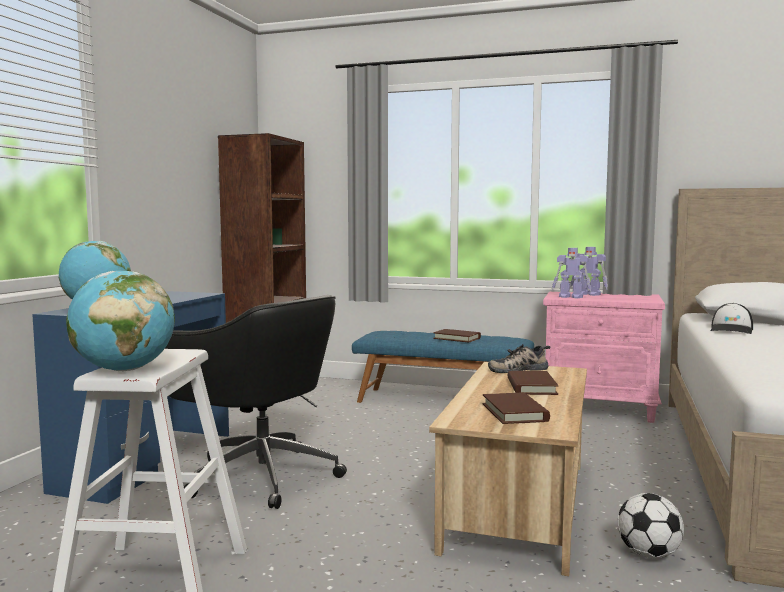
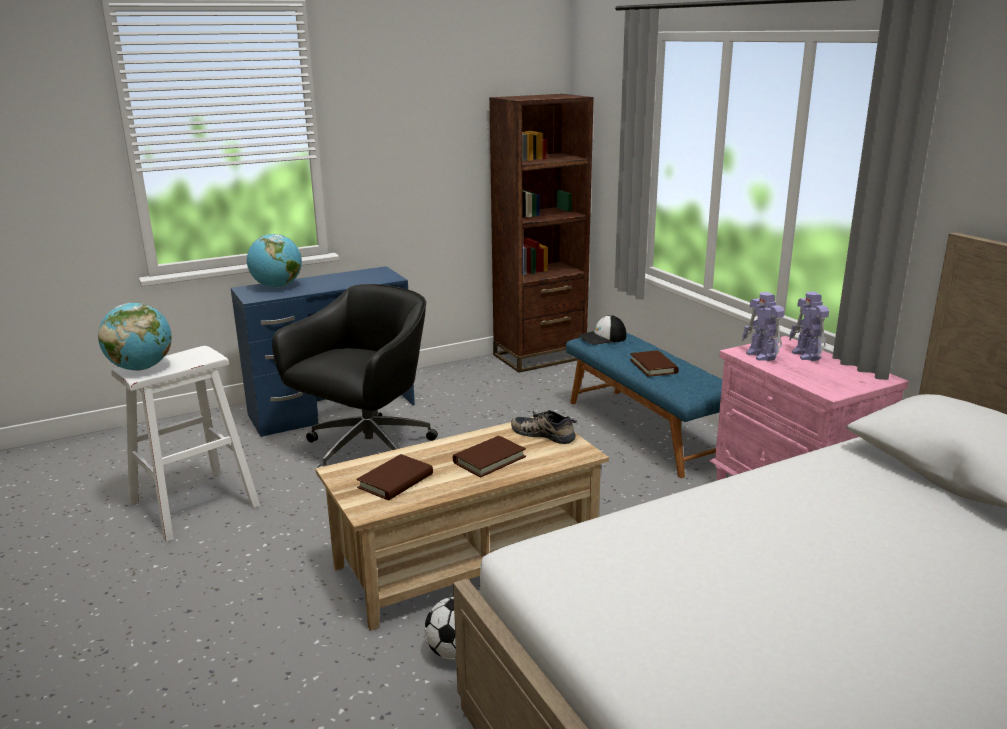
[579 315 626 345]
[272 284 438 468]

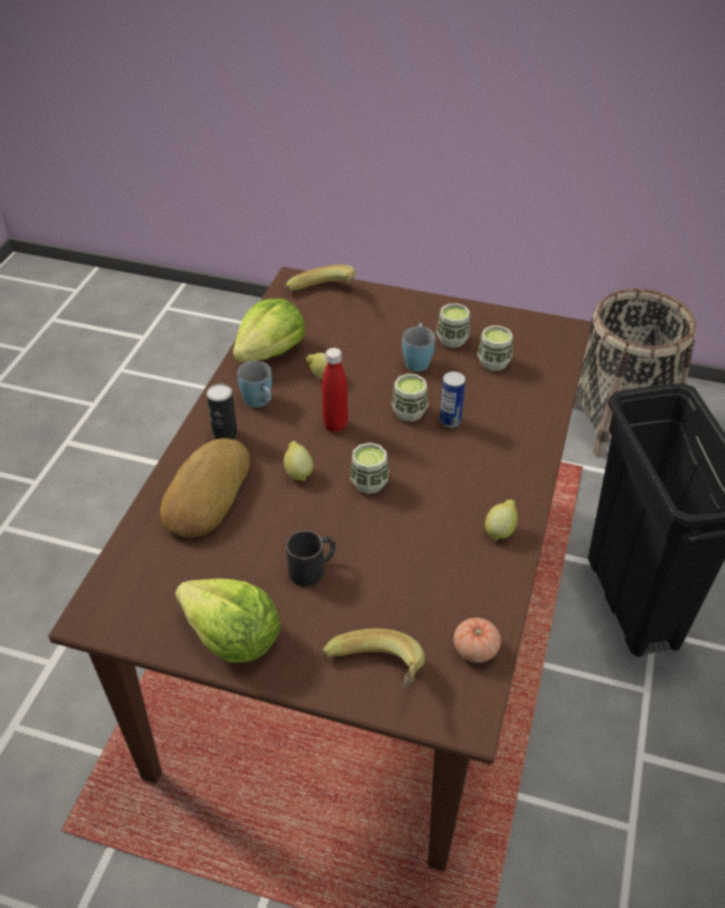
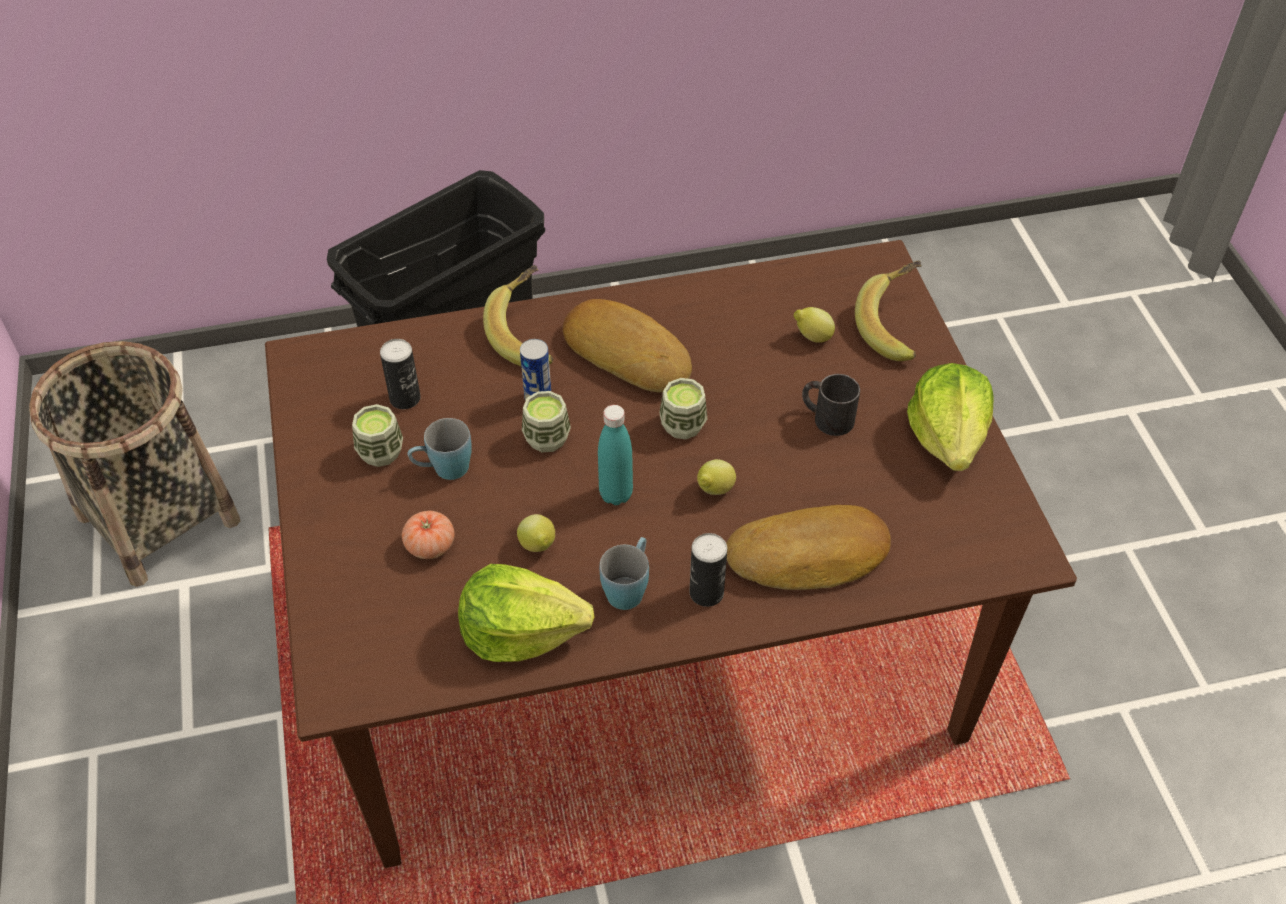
[563 299 692 393]
[483 265 553 366]
[402 511 455 559]
[794 307 835 343]
[380 339 421 409]
[598 405 633 505]

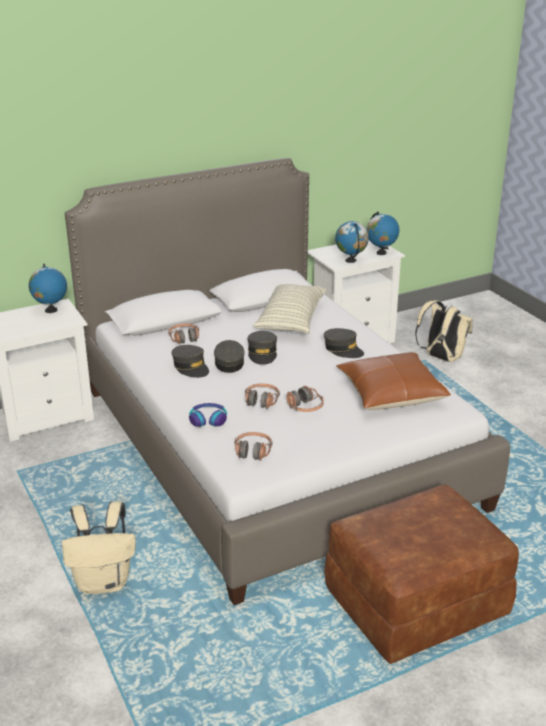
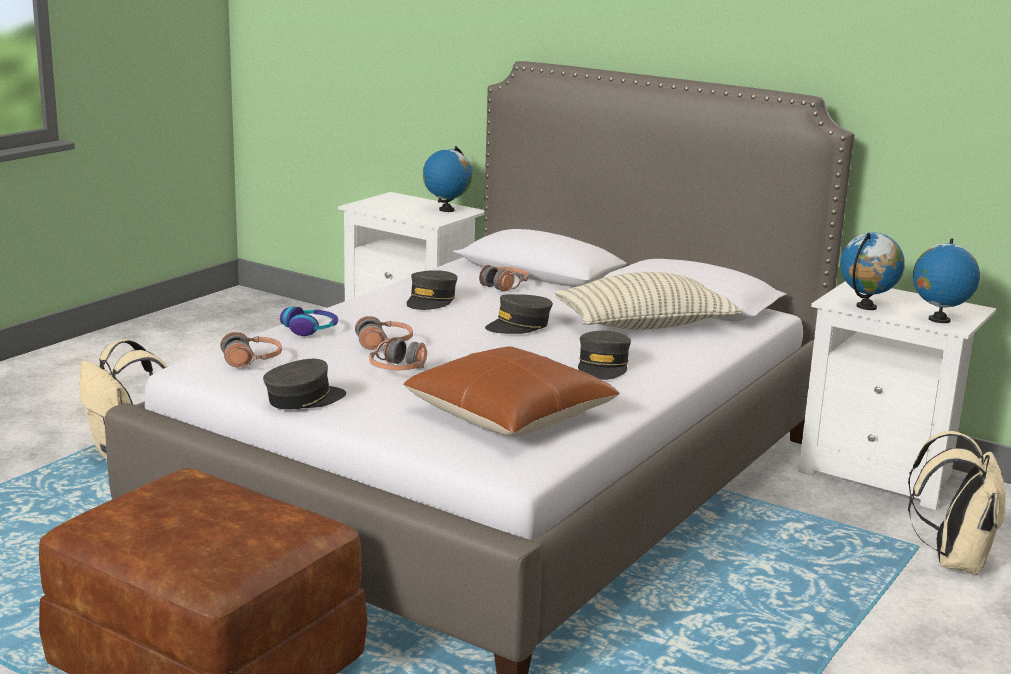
[263 359 346 409]

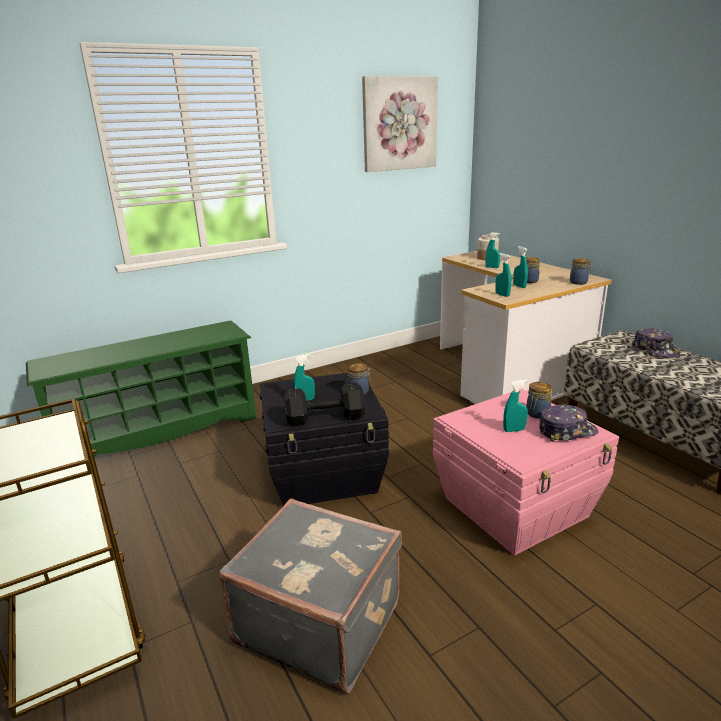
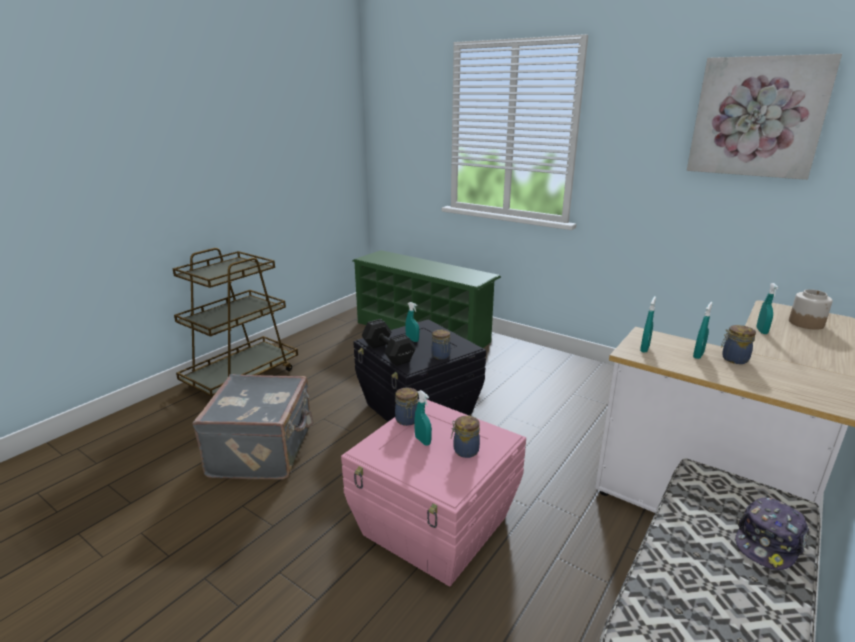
[539 405 599 442] (first image)
[395 388 418 426]

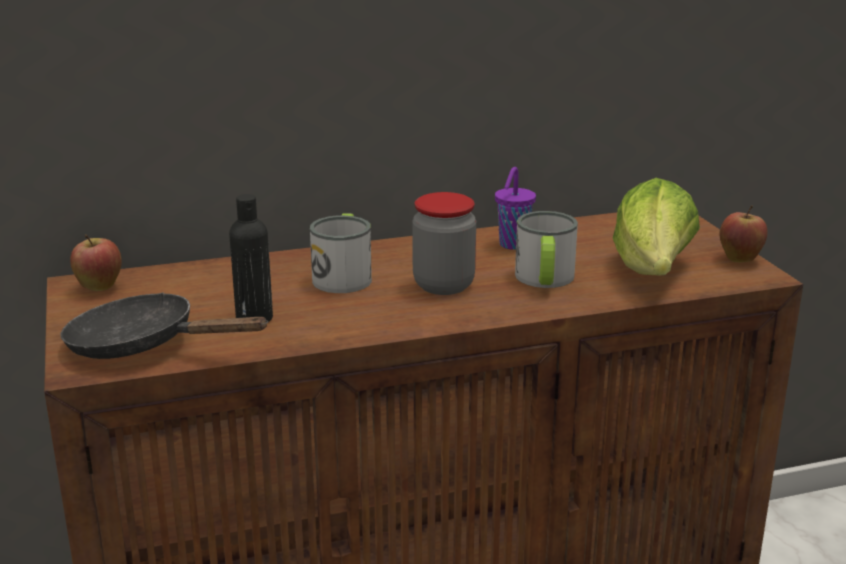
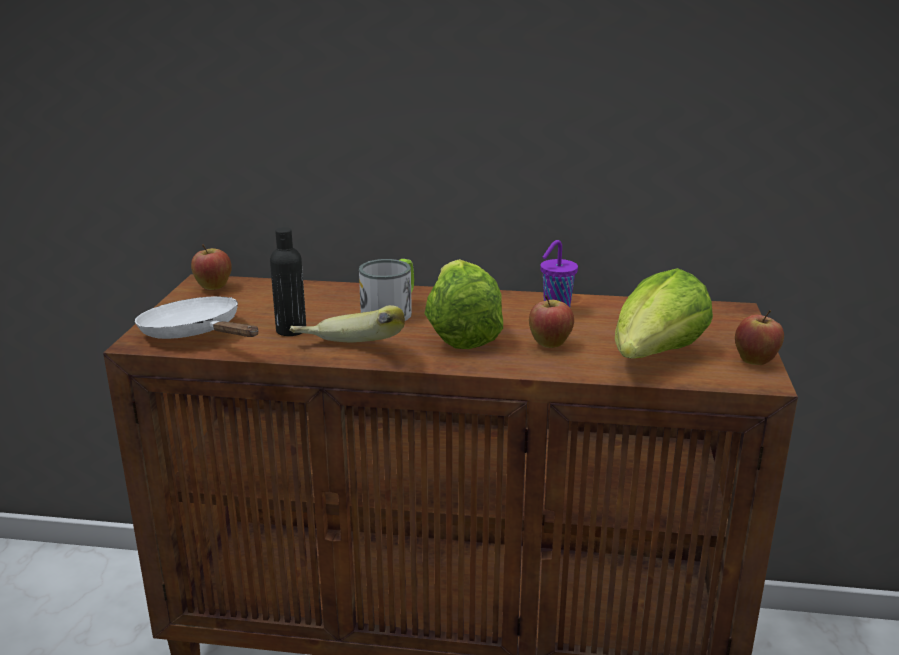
[289 305 405 343]
[424 259 503 349]
[529 295 574 348]
[135 296 258 339]

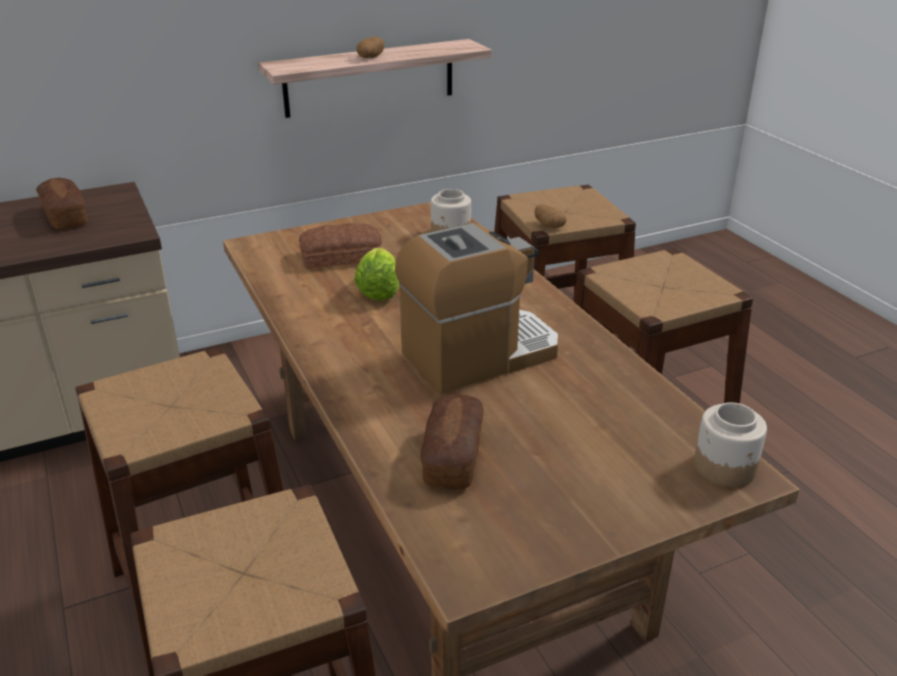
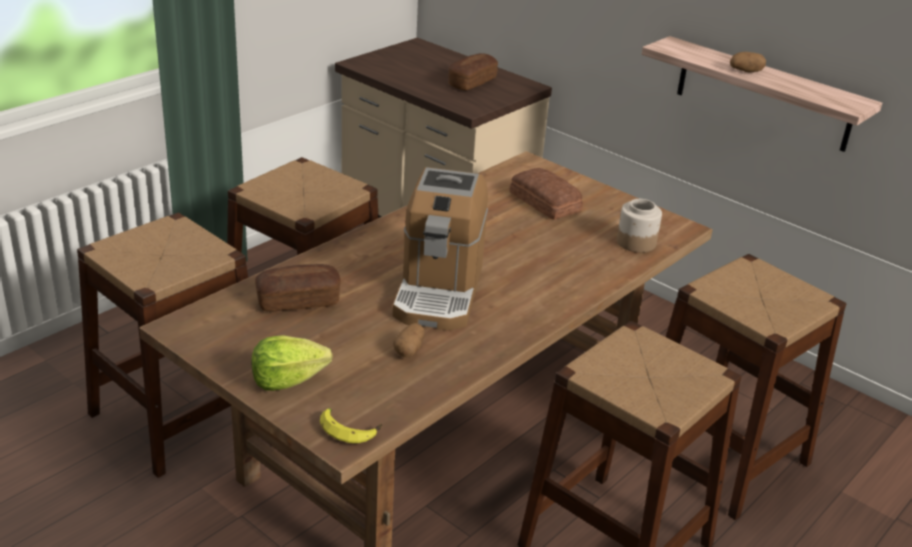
[252 335 333 391]
[393 323 424 358]
[320 408 382 444]
[392 167 488 331]

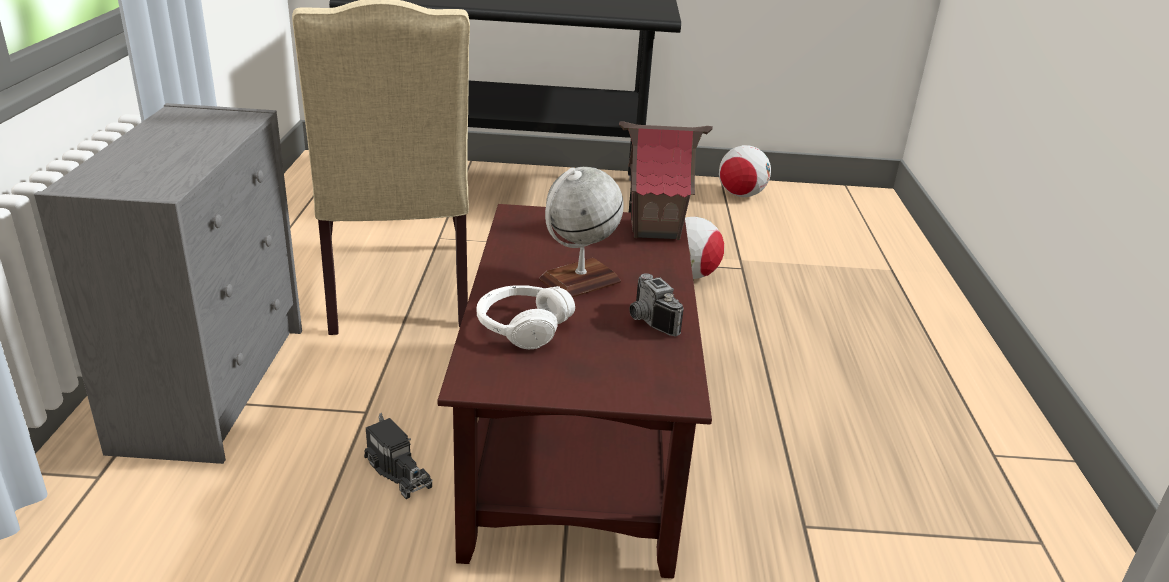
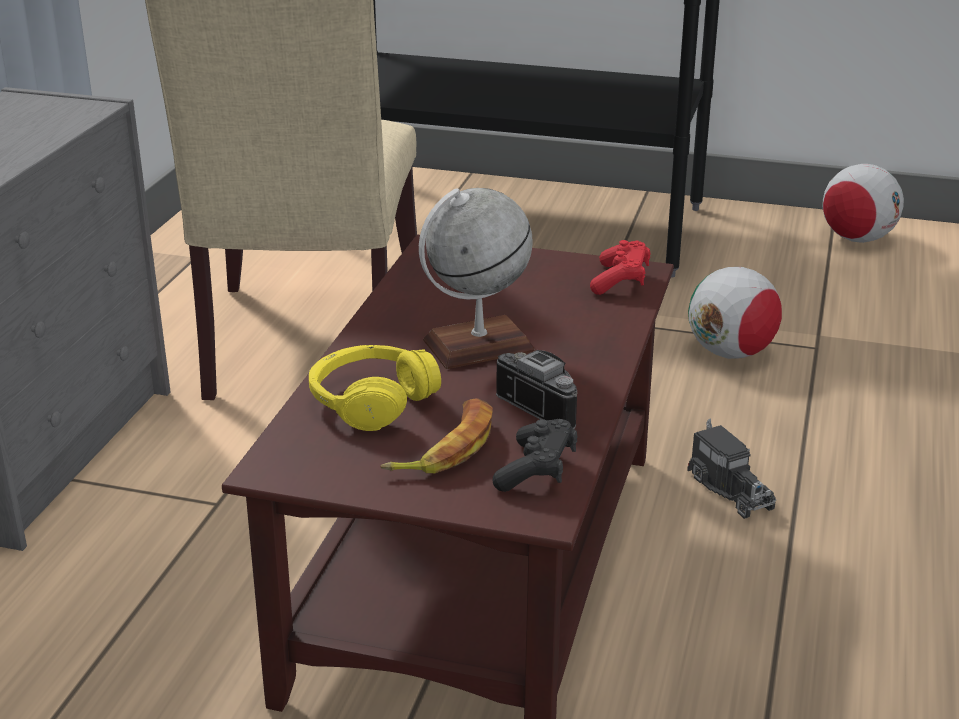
[380 398 493 473]
[493 419 578 492]
[687 418 777 519]
[590 240 651 295]
[309 345 441 431]
[496 350 577 429]

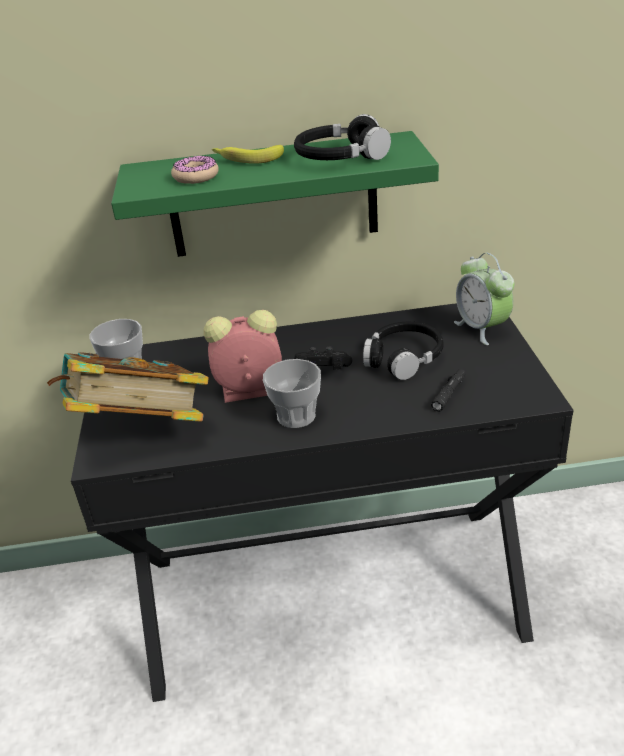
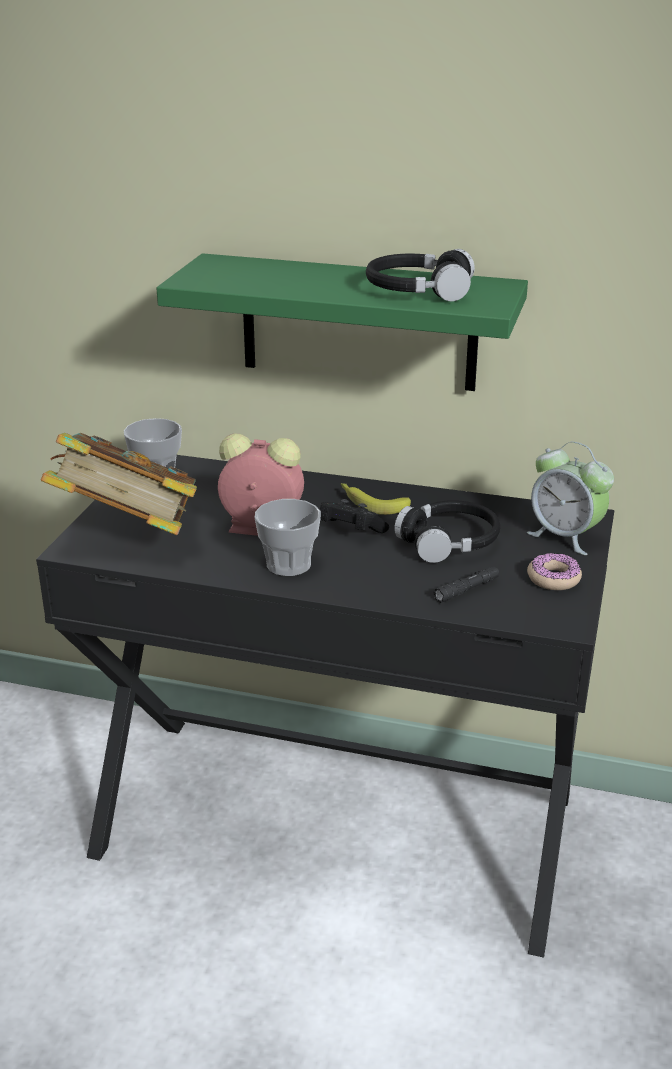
[527 553 582 590]
[341 483 411 515]
[527 441 614 555]

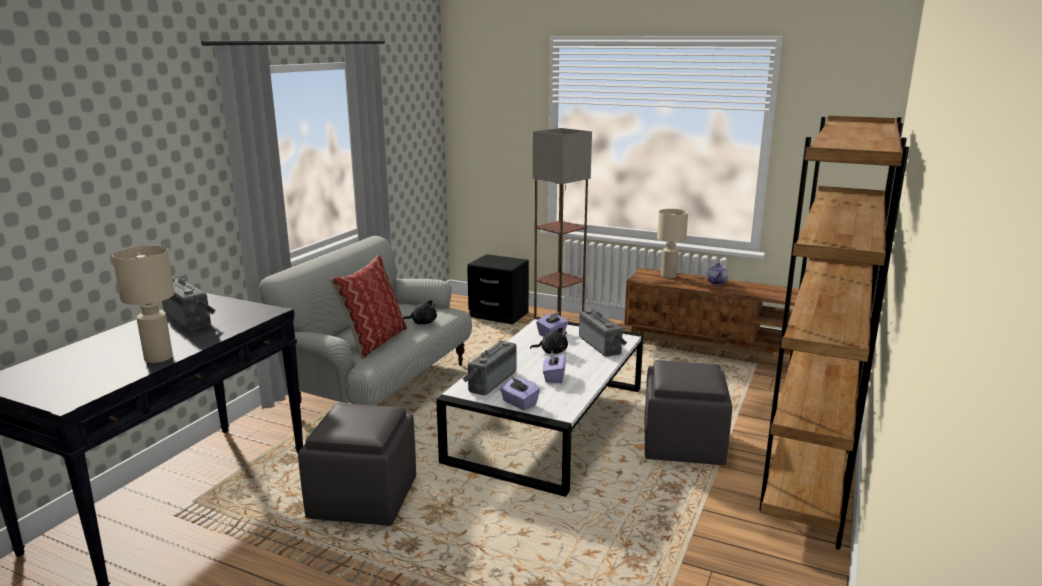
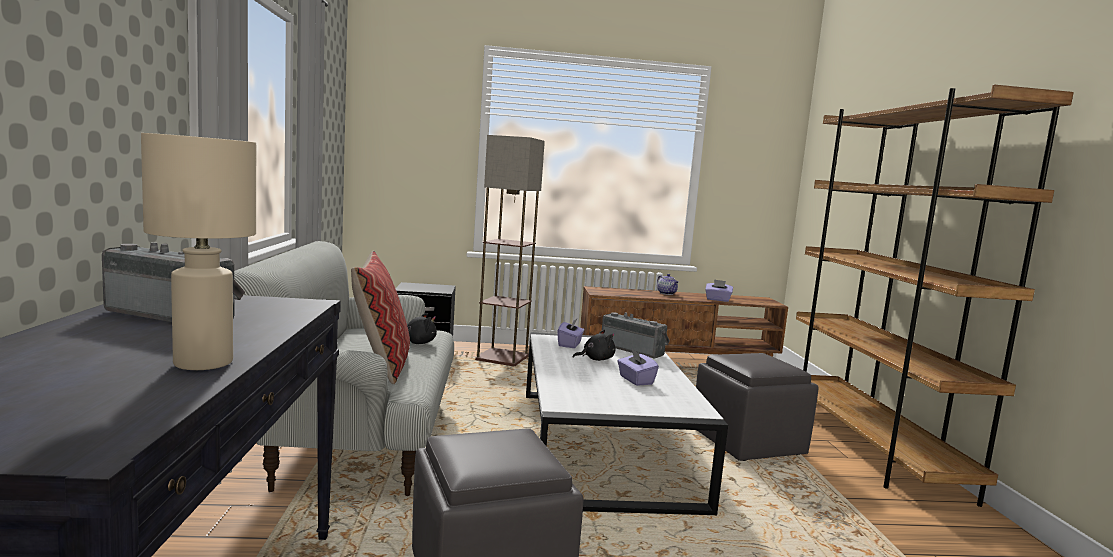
[462 341 516 395] (first image)
[657 209 688 279] (first image)
[705 279 733 302]

